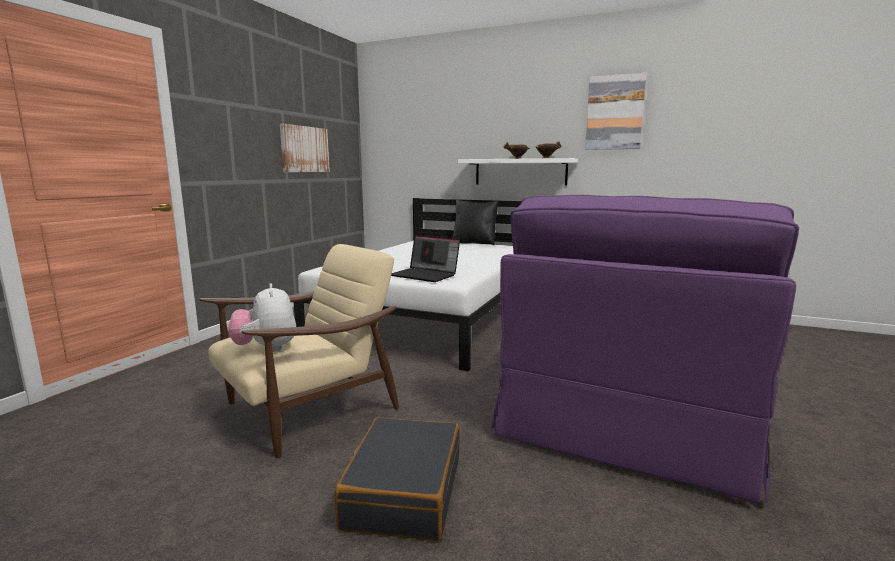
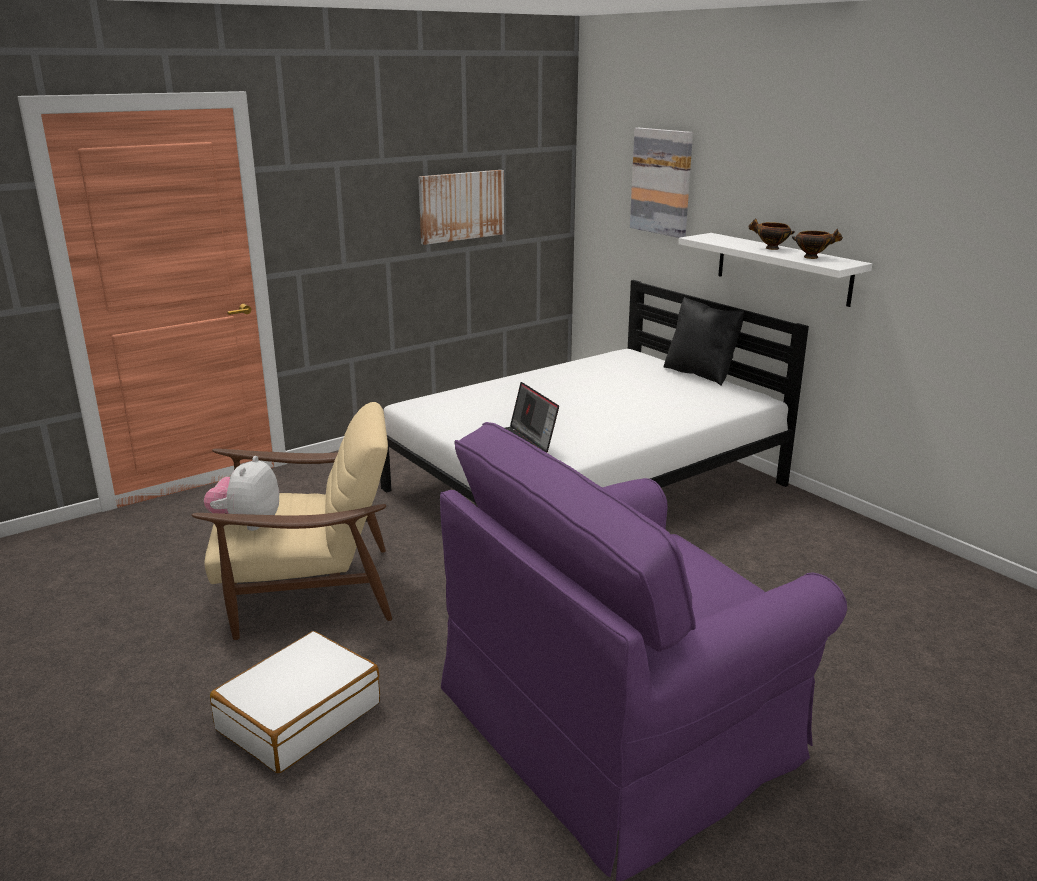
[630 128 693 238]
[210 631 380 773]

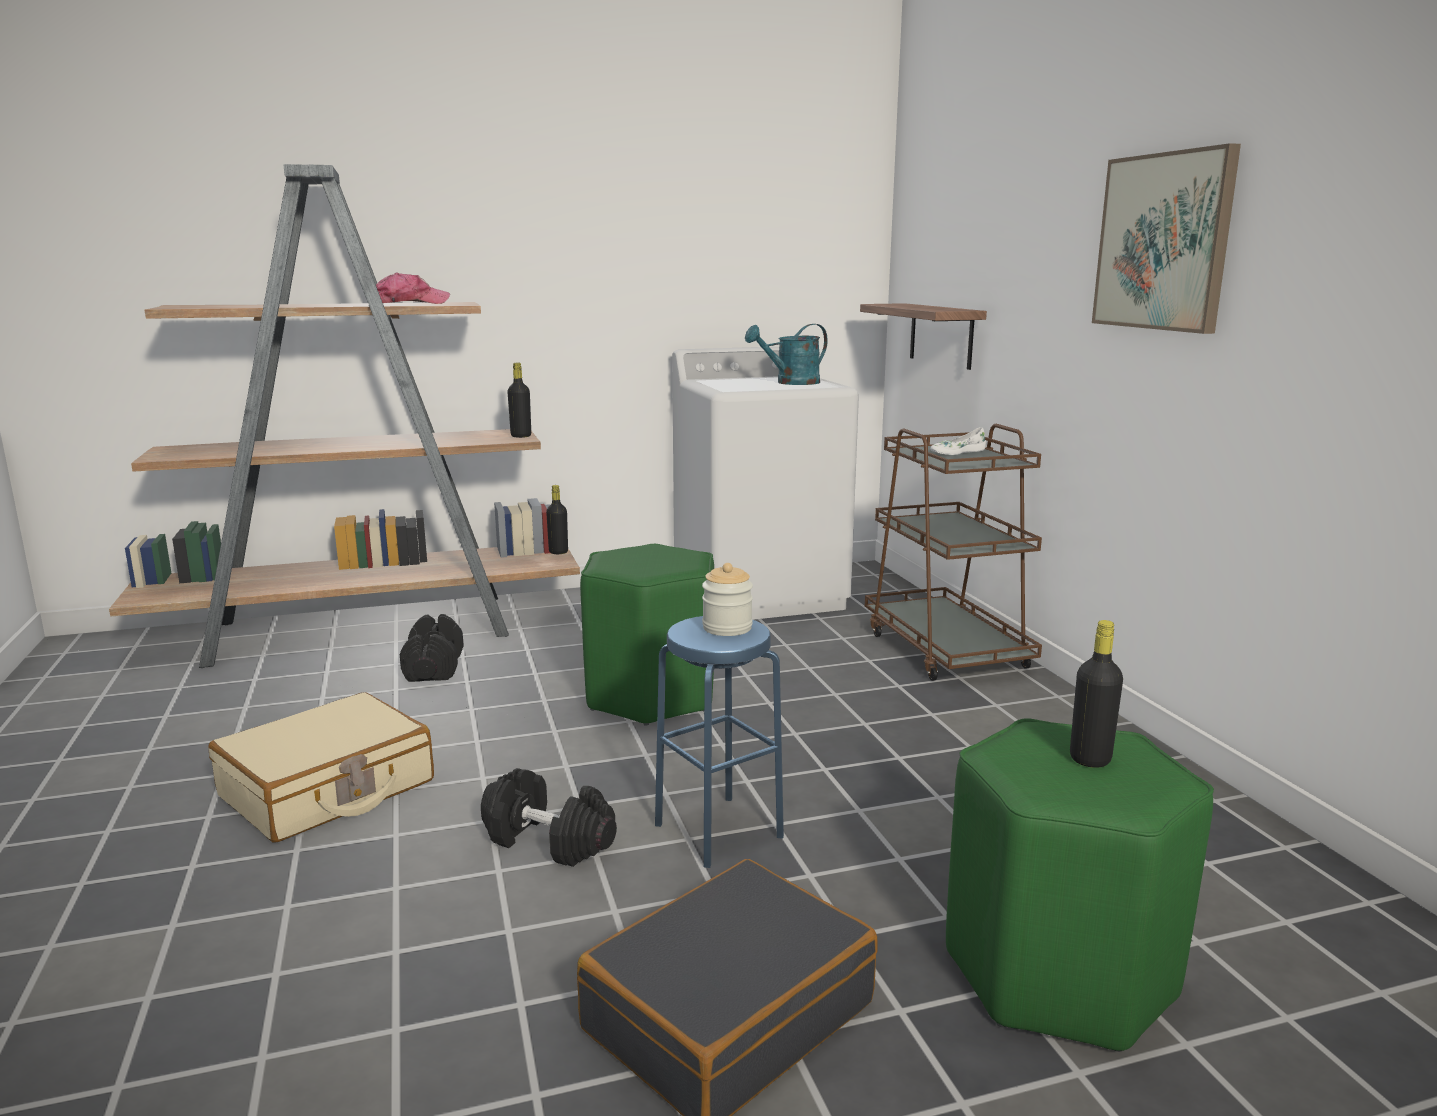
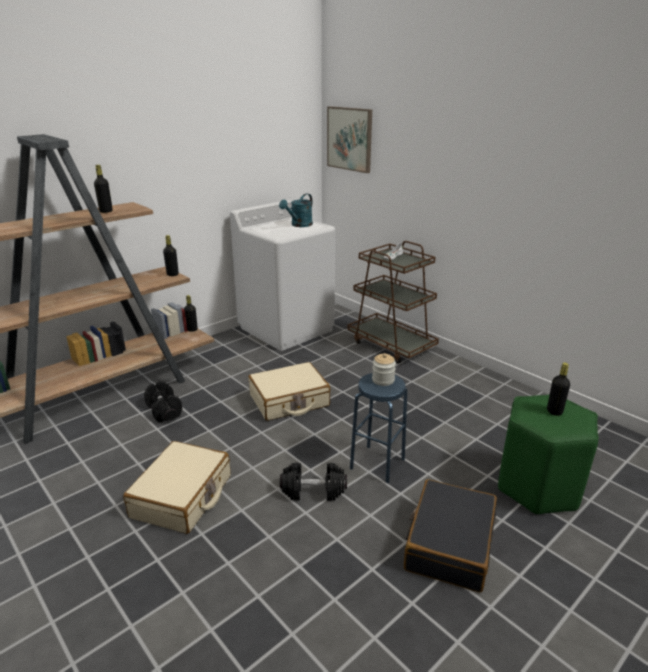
[860 303 987 370] (first image)
[327 106 372 173]
[94 165 113 213]
[248 362 330 421]

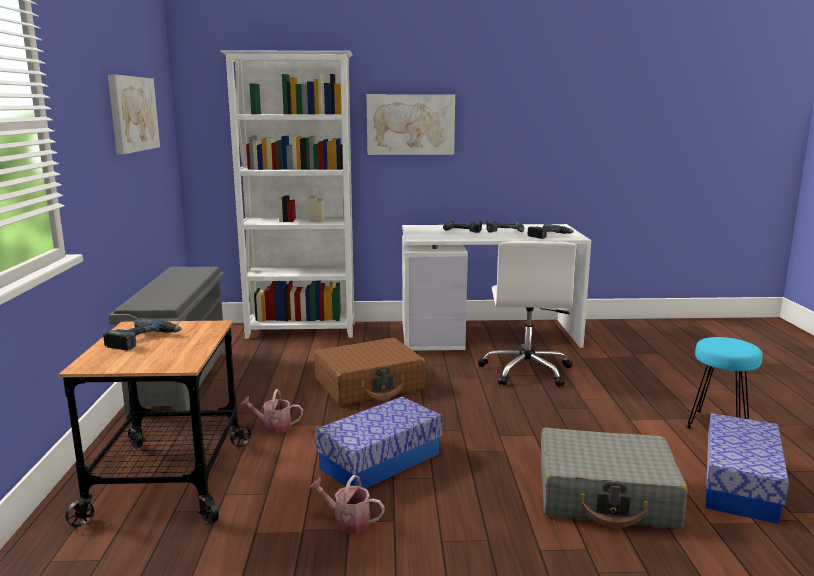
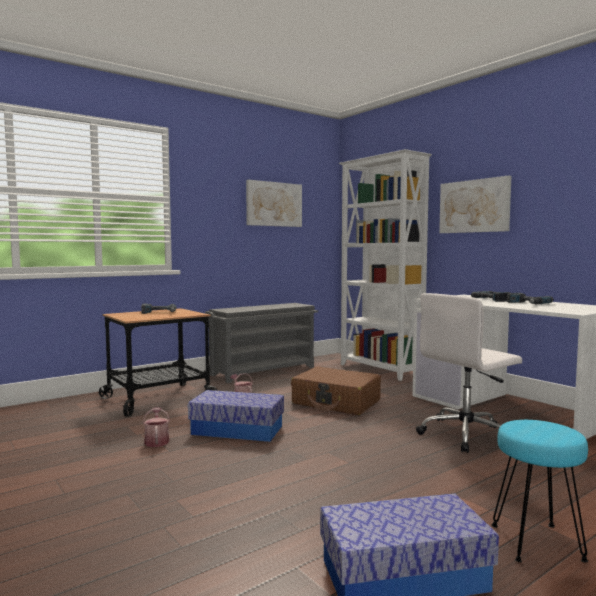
[528 224 574 239] (first image)
[541 428 688 529] (first image)

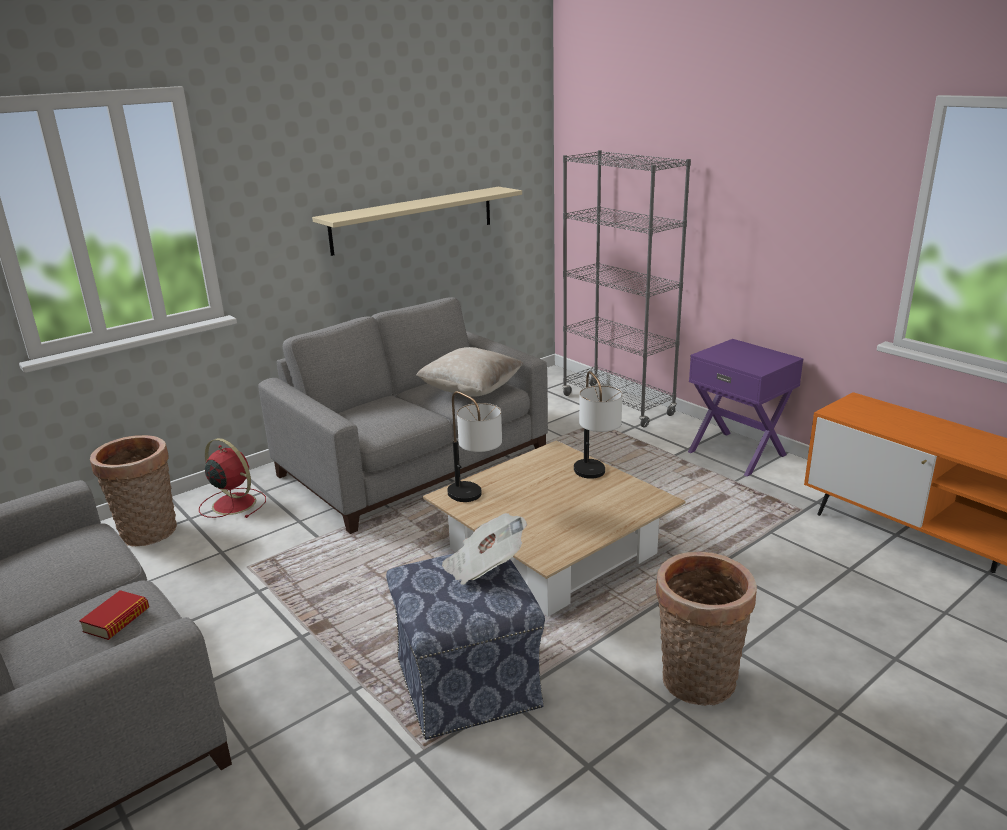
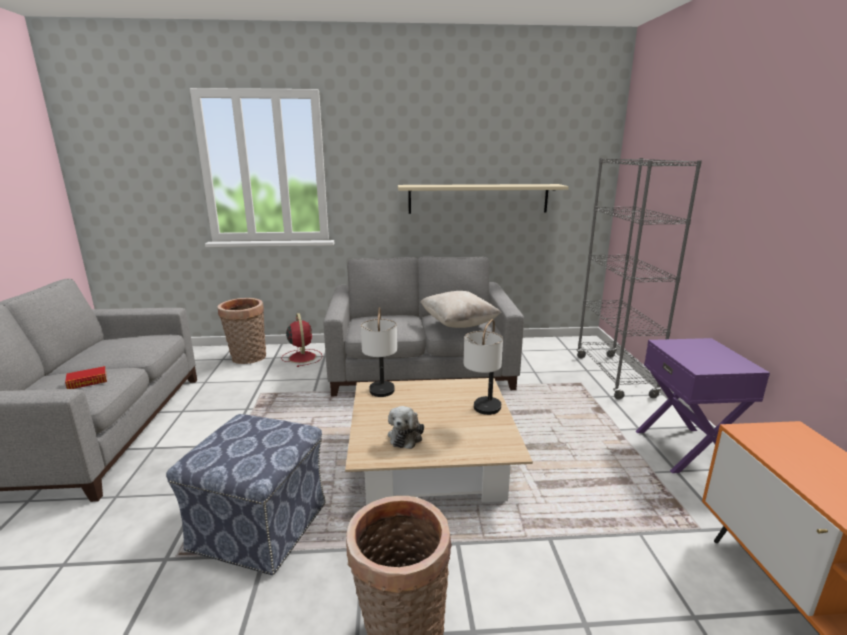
[442 513 527 585] (first image)
[388 406 424 449]

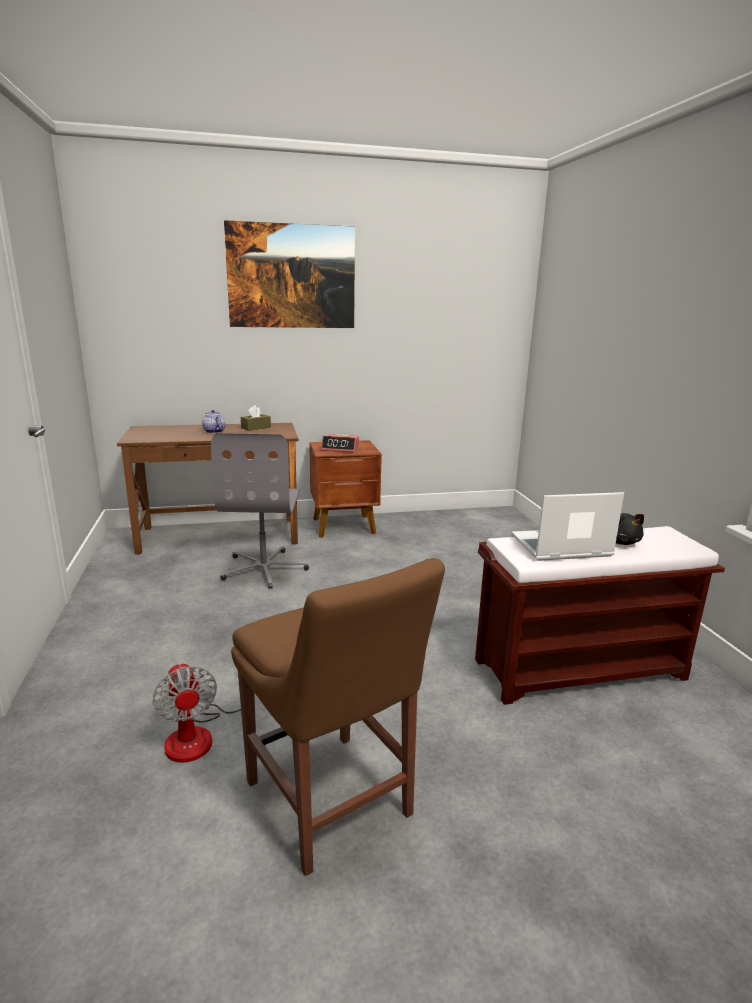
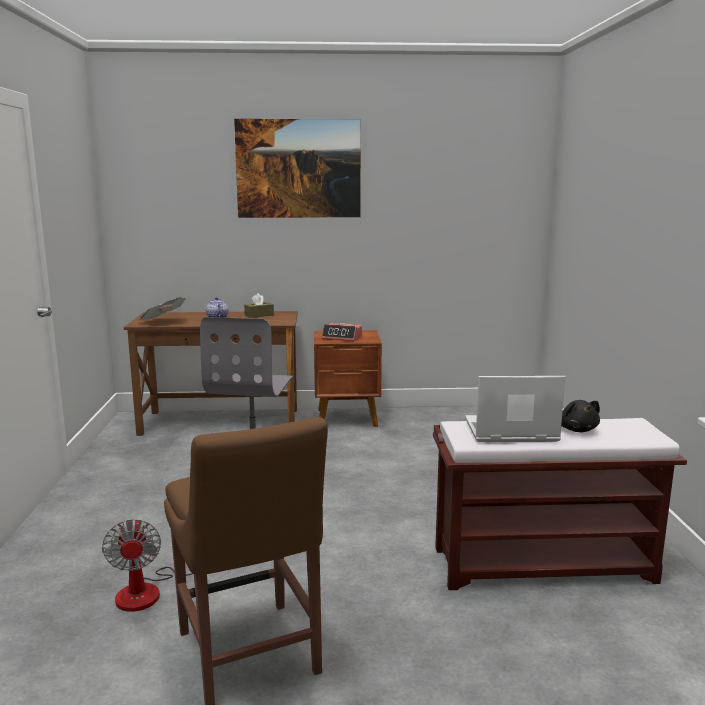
[139 297 186 320]

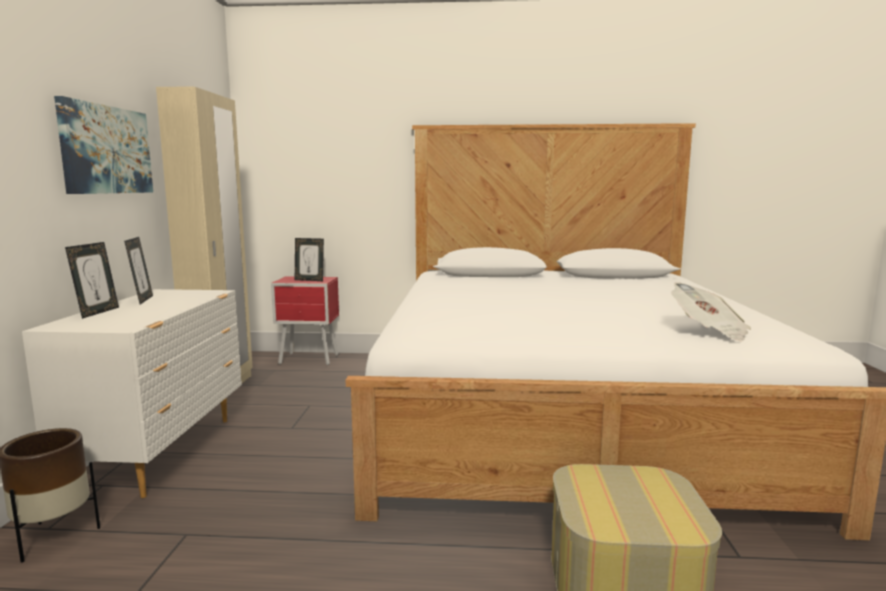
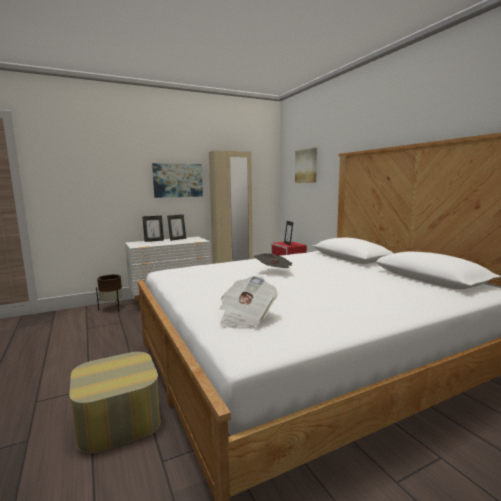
[253 253 292 268]
[295 148 317 183]

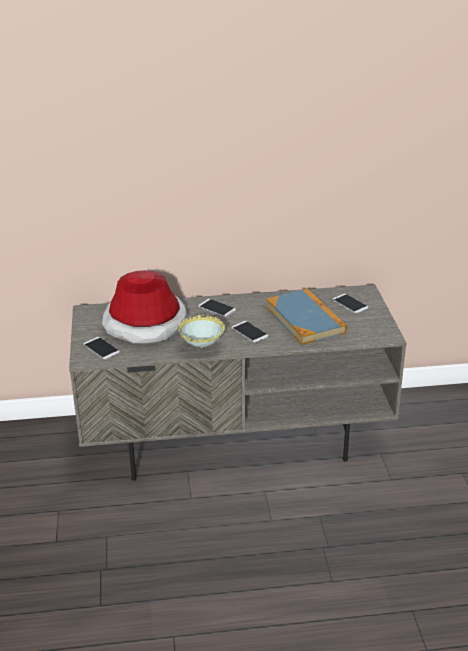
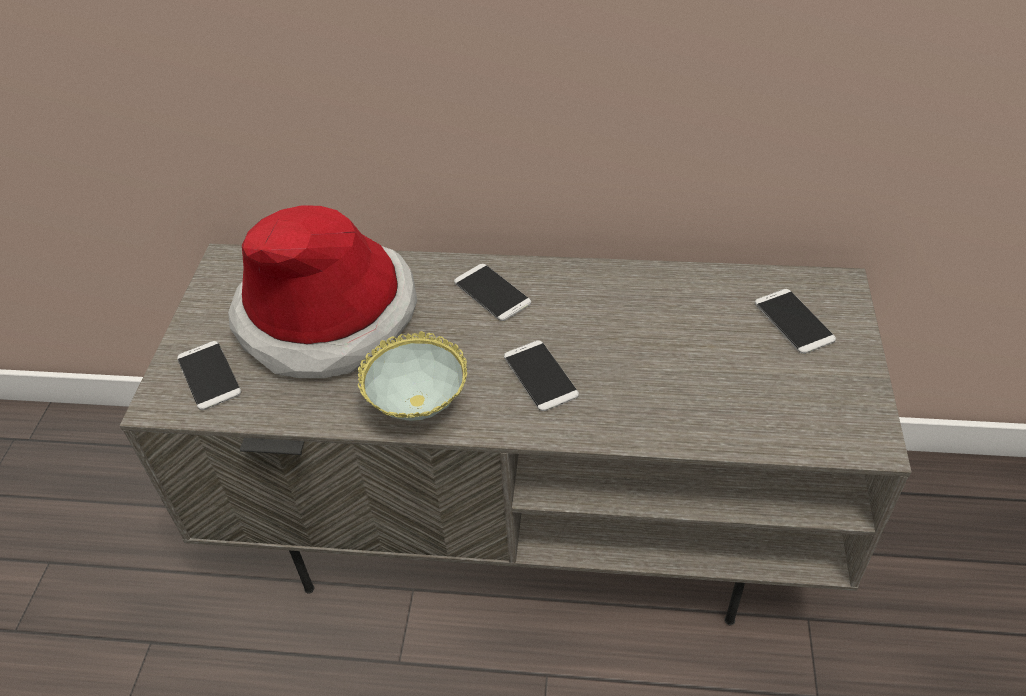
[266 288 347 345] (first image)

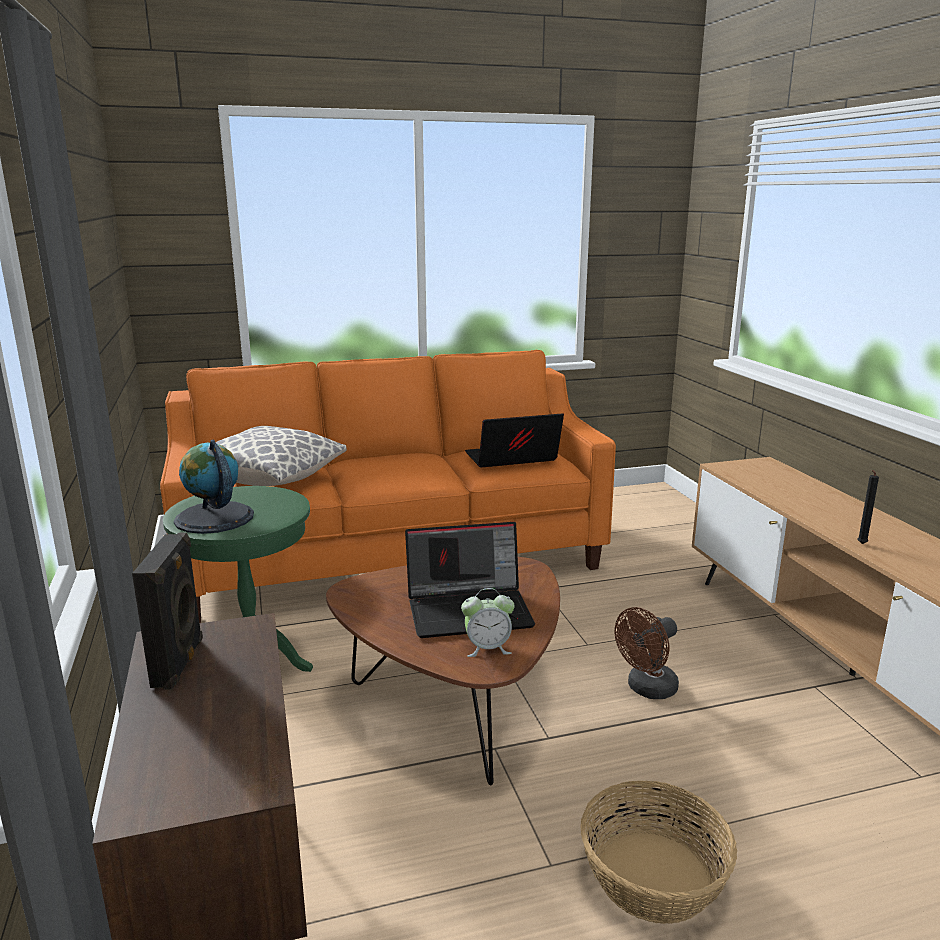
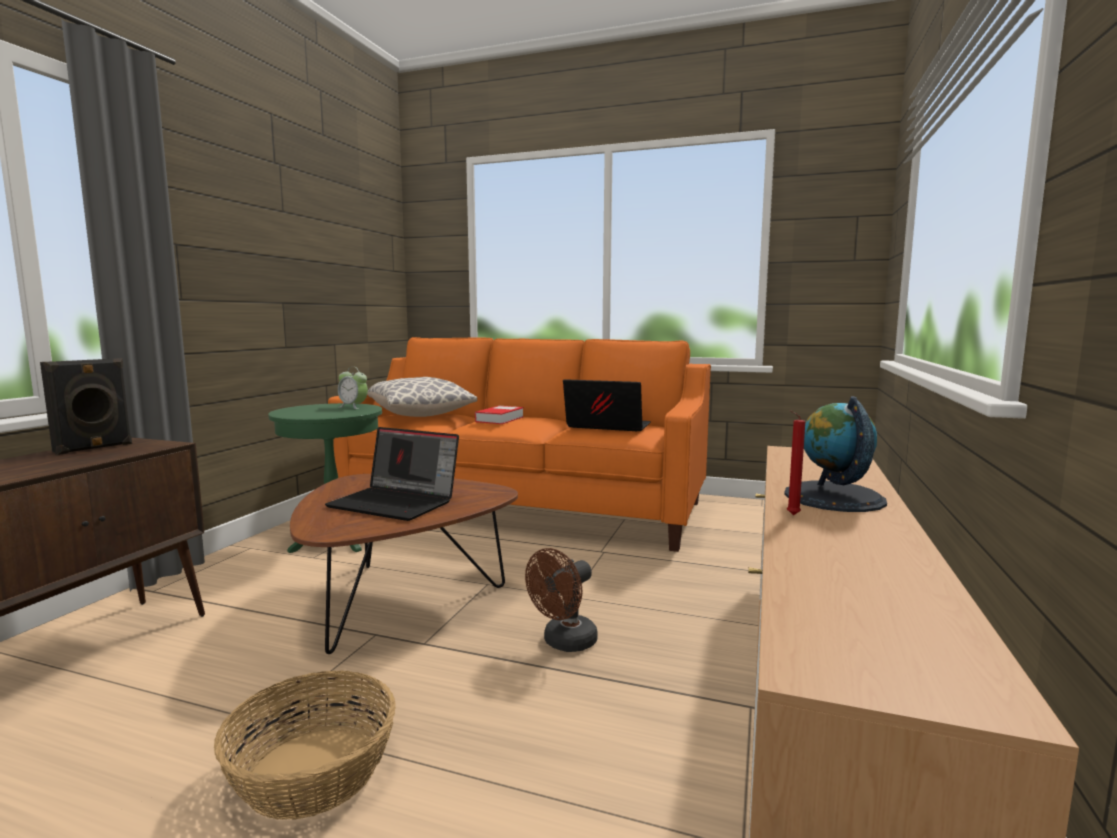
[475 406 524 424]
[784 396 887 512]
[338 367 368 409]
[787 410 805 515]
[525 548 598 652]

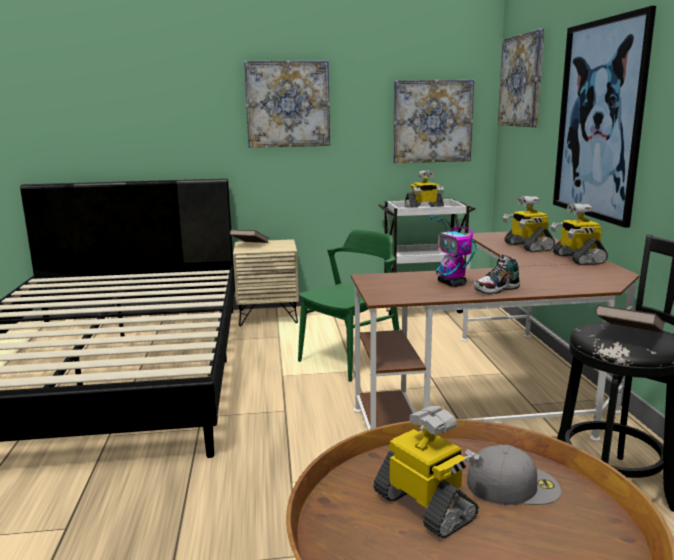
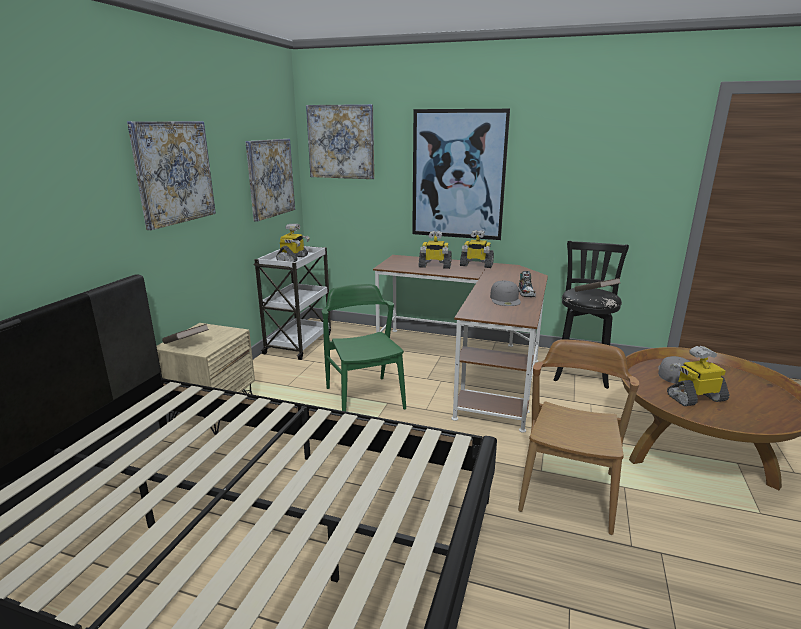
[518 339 639 535]
[490 281 521 306]

